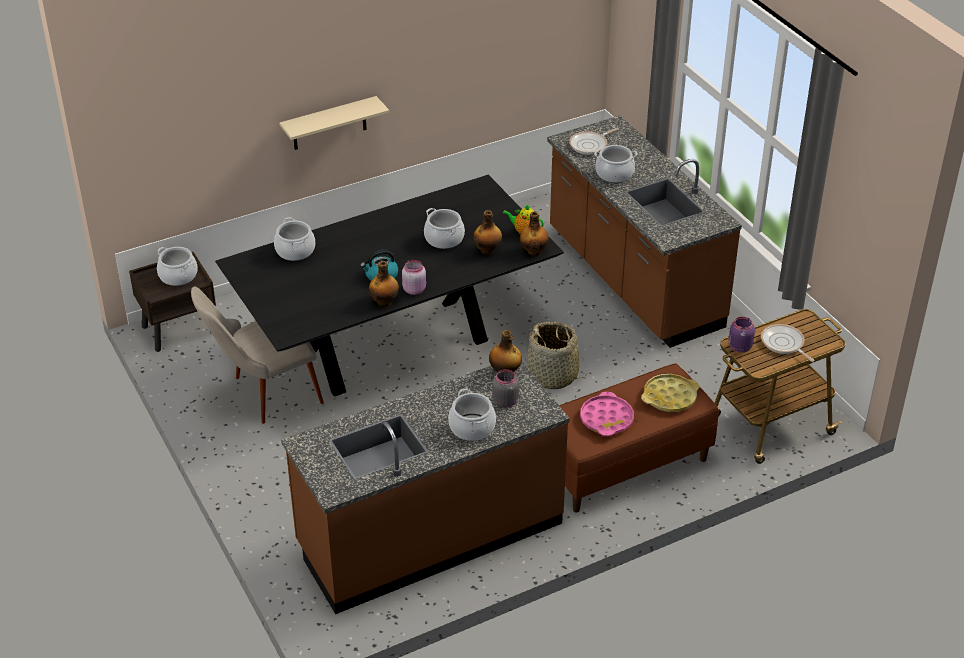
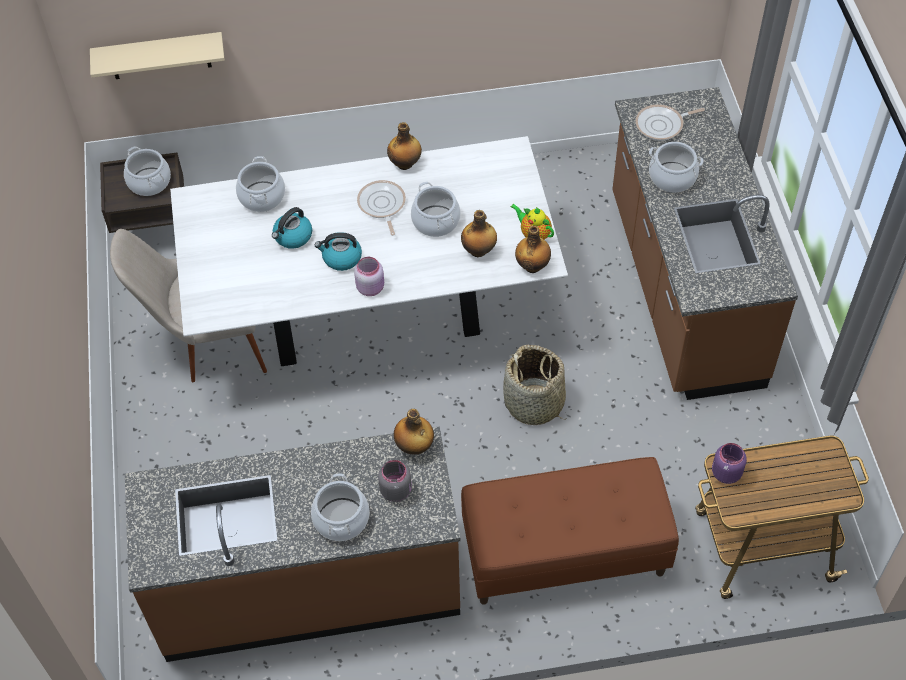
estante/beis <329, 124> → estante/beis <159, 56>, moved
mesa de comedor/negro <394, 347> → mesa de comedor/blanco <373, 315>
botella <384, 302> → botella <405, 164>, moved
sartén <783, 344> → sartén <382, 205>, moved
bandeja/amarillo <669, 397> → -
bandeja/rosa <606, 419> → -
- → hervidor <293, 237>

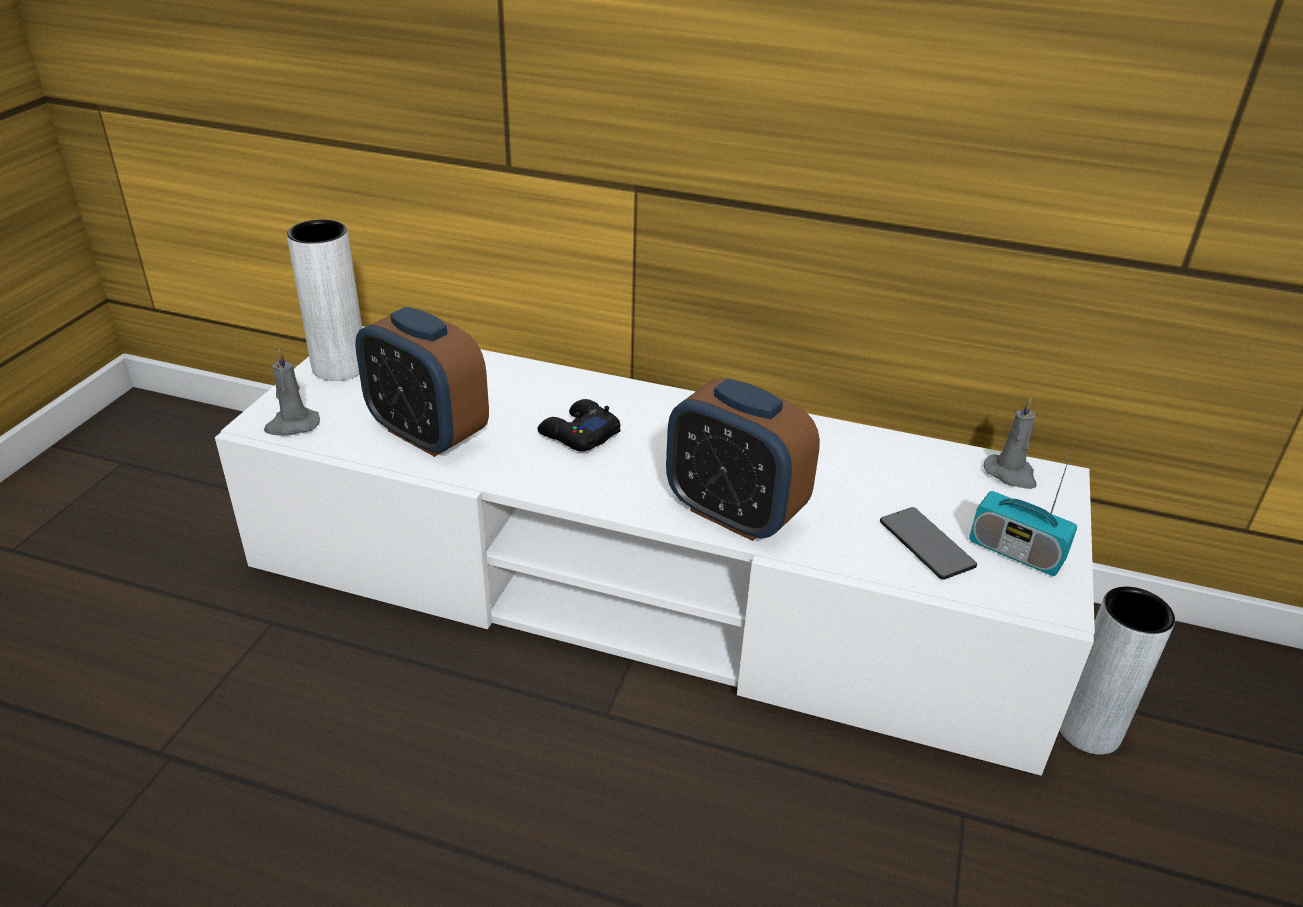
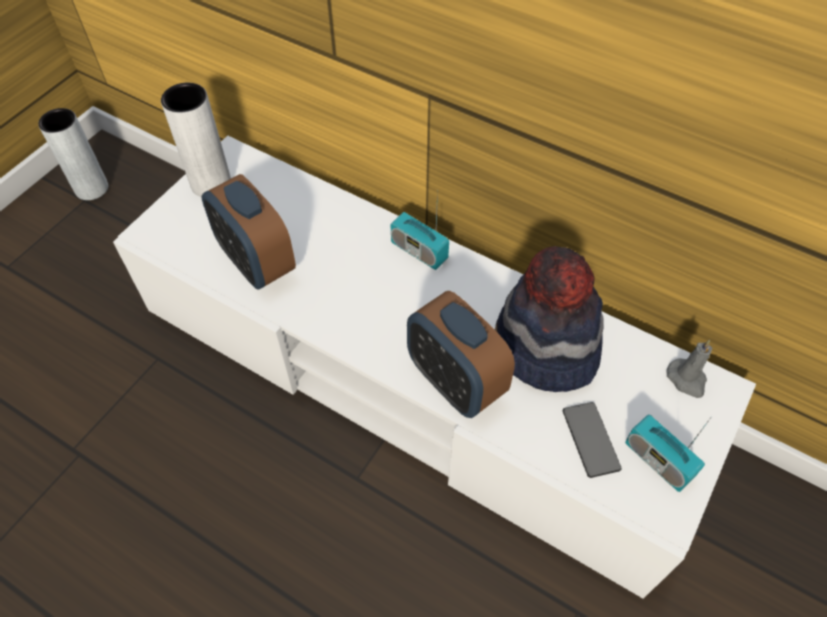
vela/gris <292, 425> → -
mando de consola/negro <578, 434> → -
florero/gris <1088, 730> → florero/gris <91, 188>, moved
- → radio <419, 251>
- → sombrero <544, 349>

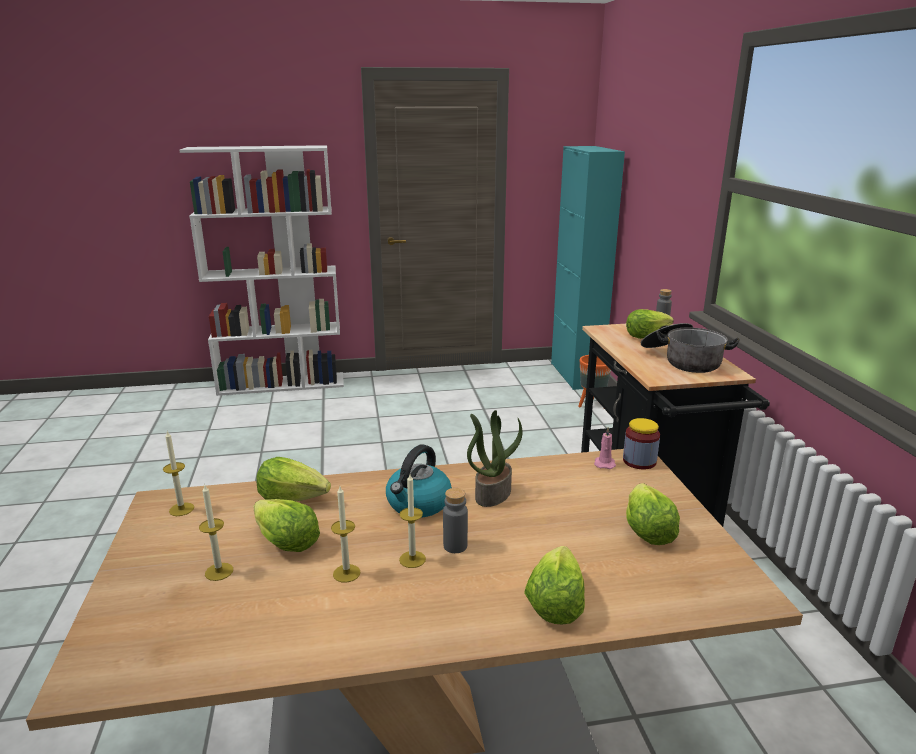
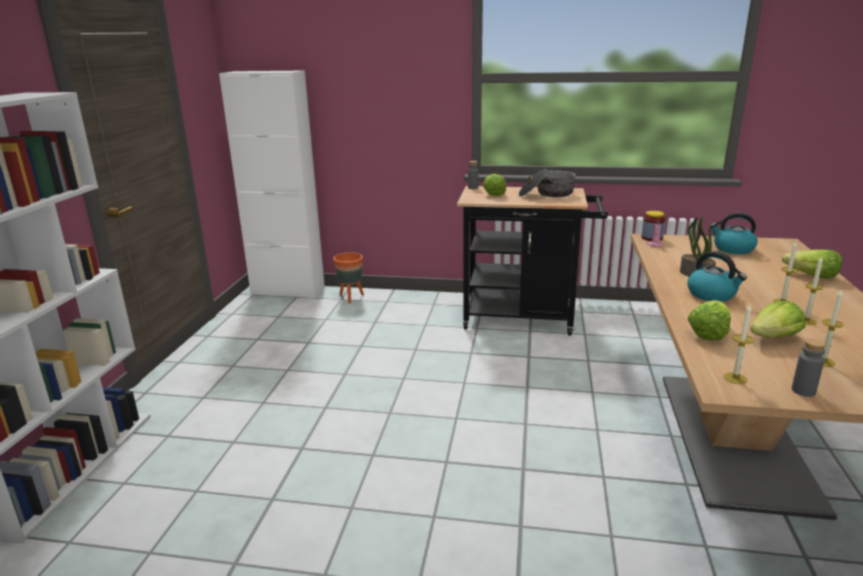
armario/turquesa <576, 375> → armario/blanco <288, 291>
lechuga <647, 530> → hervidor <732, 249>
botella/gris <455, 546> → botella/gris <803, 391>, moved

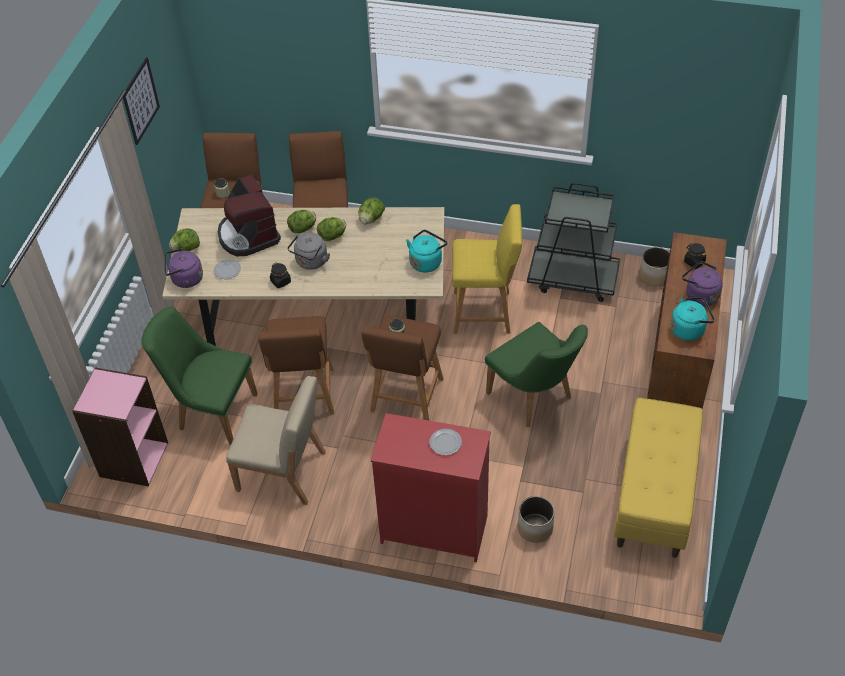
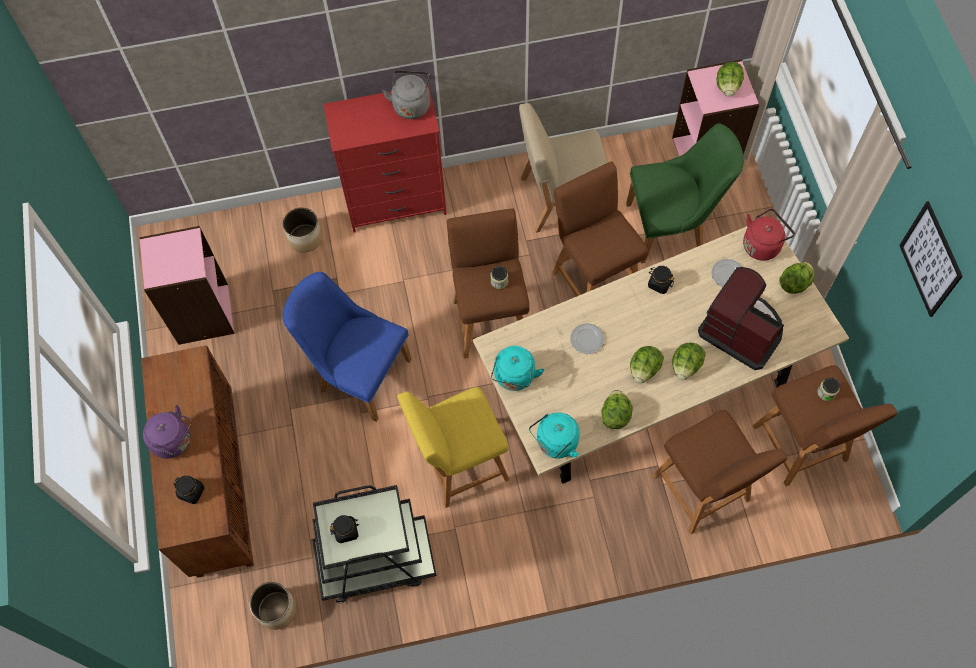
hervidor/gris <310, 262> → hervidor/gris <411, 104>, moved
hervidor/morado <185, 279> → hervidor/rojo <762, 244>
hervidor/turquesa <689, 329> → hervidor/turquesa <555, 443>, moved
silla/verde <535, 399> → silla/azul <356, 373>
banco/amarillo <655, 496> → estantería/rosa <202, 314>
plato <445, 443> → plato <586, 339>, moved
- → lechuga <727, 87>
- → tarro/negro <346, 531>

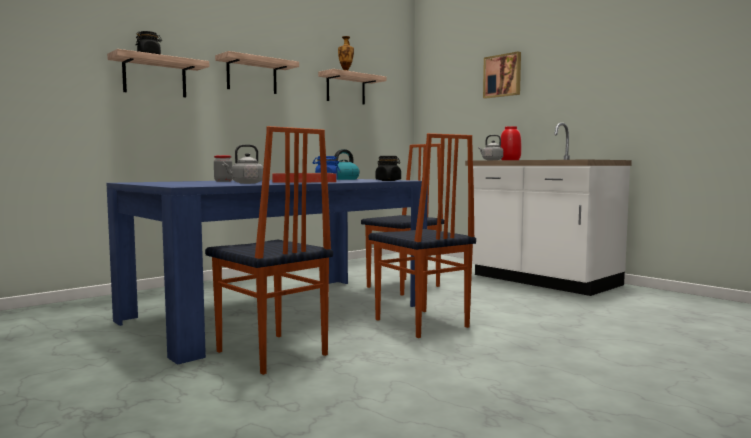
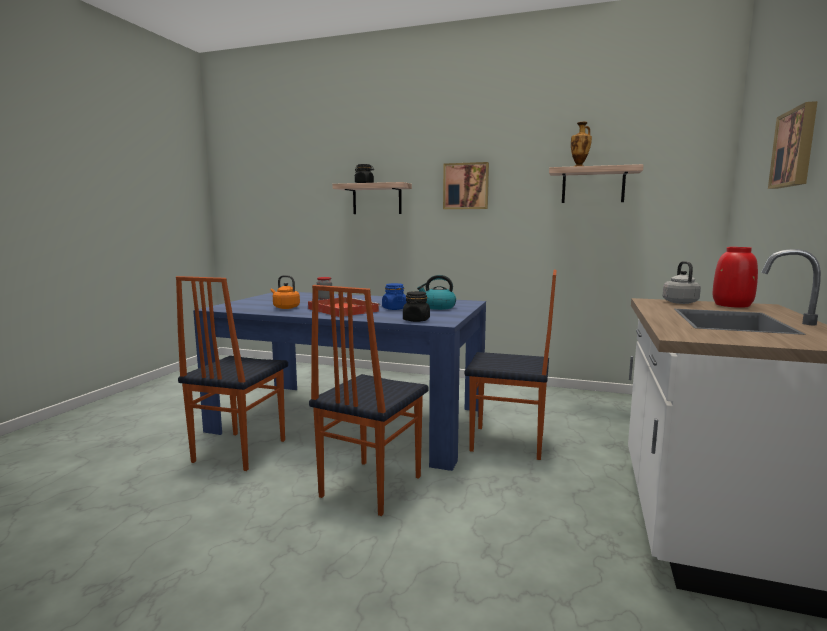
estante <252, 76> → cuadro <466, 186>
hervidor/gris <246, 183> → hervidor/naranja <285, 307>

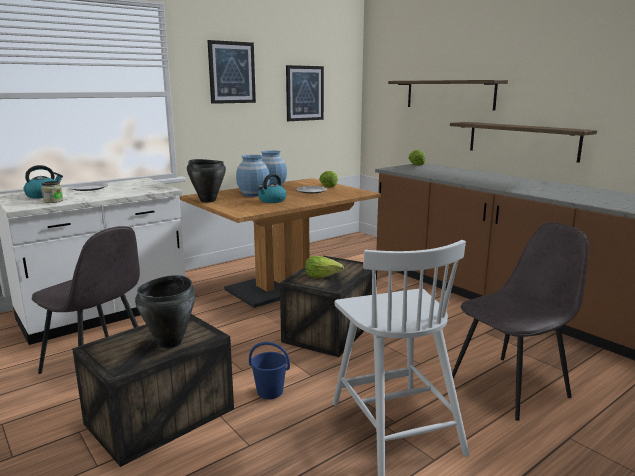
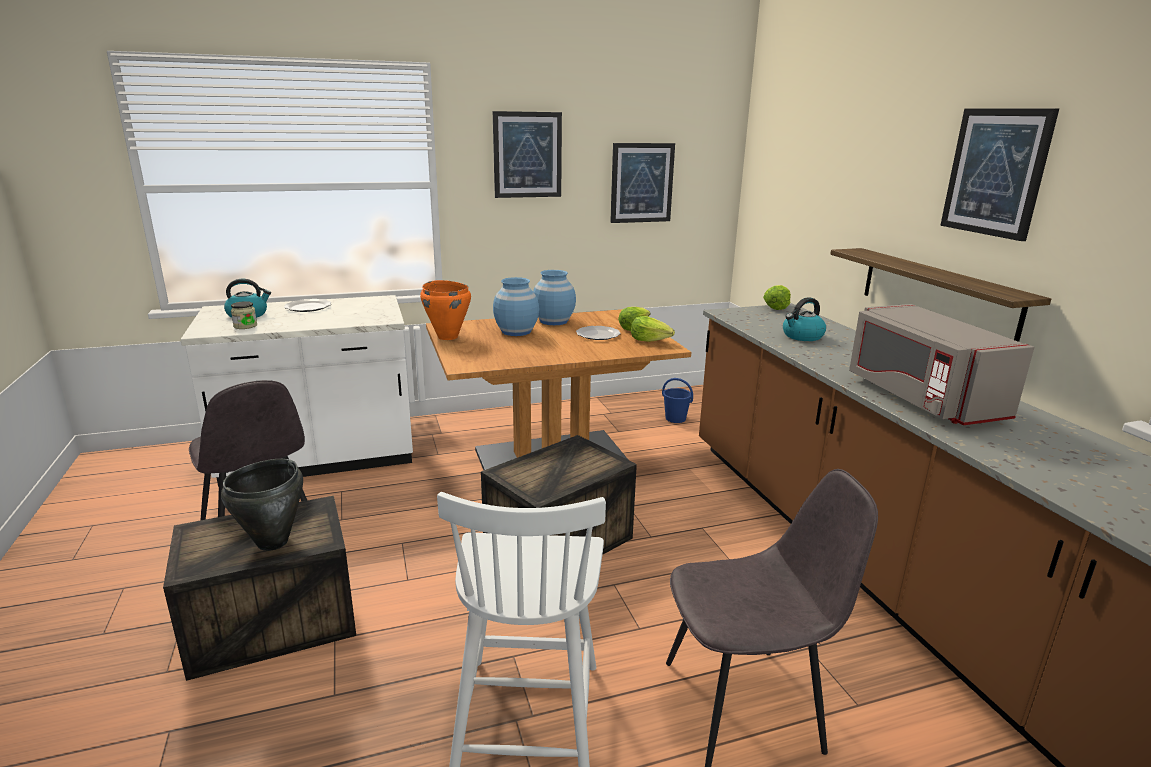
estante <449, 94> → -
olla/negro <208, 200> → olla/naranja <448, 337>
hervidor <272, 200> → hervidor <802, 336>, moved
lechuga <322, 276> → lechuga <650, 340>, moved
cubo/azul <270, 392> → cubo/azul <676, 419>, moved
- → cuadro <996, 172>
- → microondas/gris <921, 397>

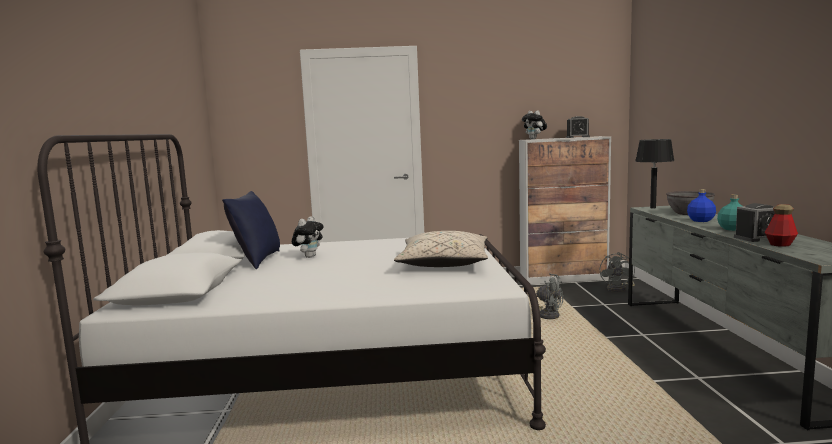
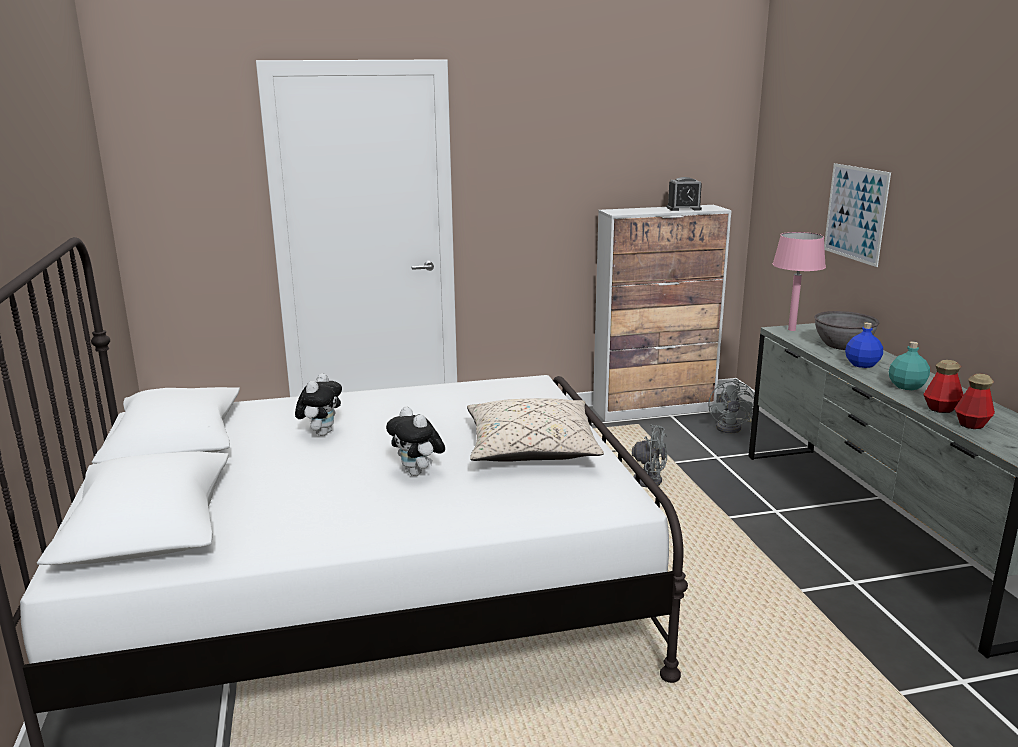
peluche <534, 139> → peluche <418, 473>, moved
lámpara de mesa/negro <653, 208> → lámpara de mesa/rosa <792, 329>
cojín/azul <256, 261> → -
despertador <757, 238> → botella <941, 409>
- → cuadro <855, 213>

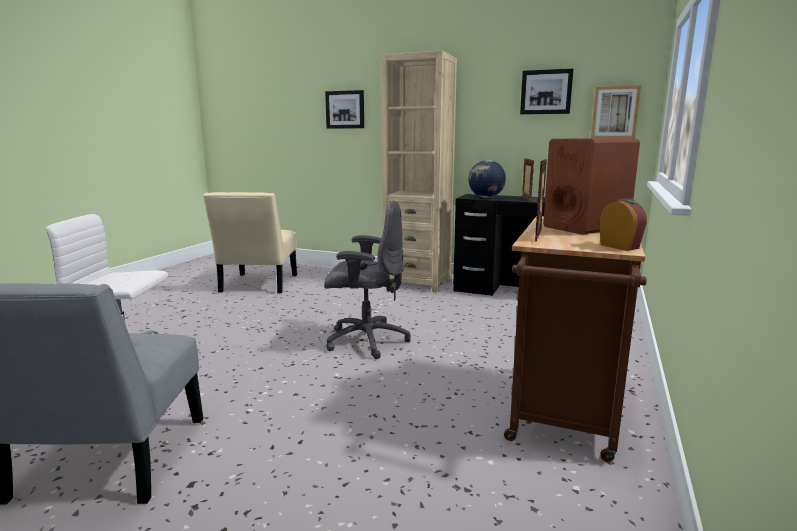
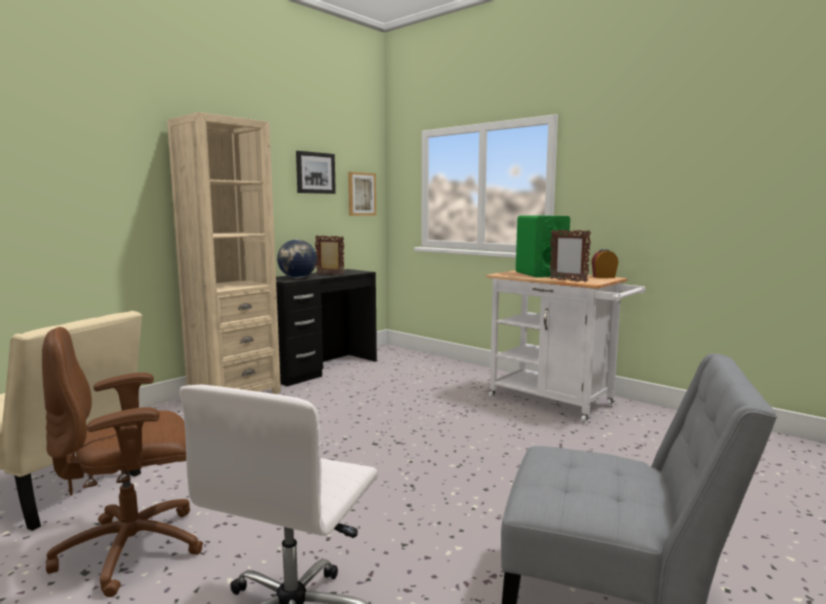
cuadro <345, 109> → -
altavoz/marrón <586, 227> → altavoz/verde <540, 274>
silla de oficina/gris <366, 340> → -
carrito/marrón <564, 416> → carrito/blanco <557, 403>
- → silla de oficina/marrón <134, 549>

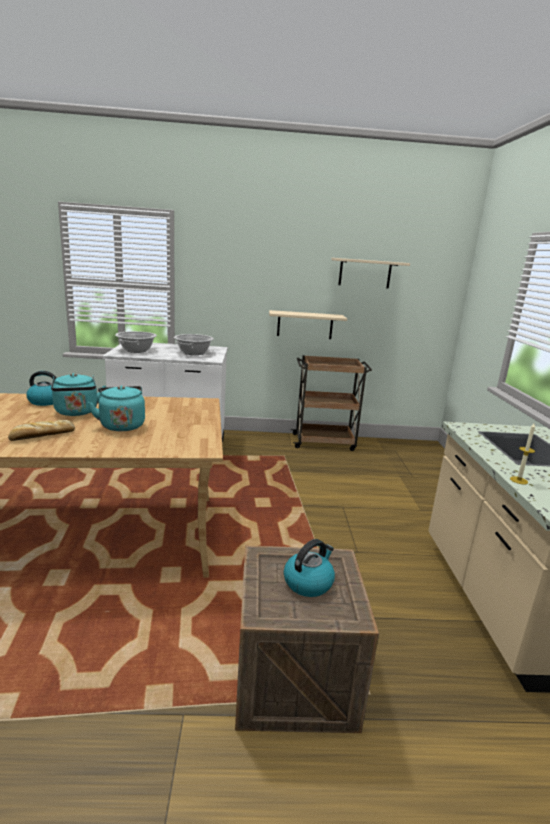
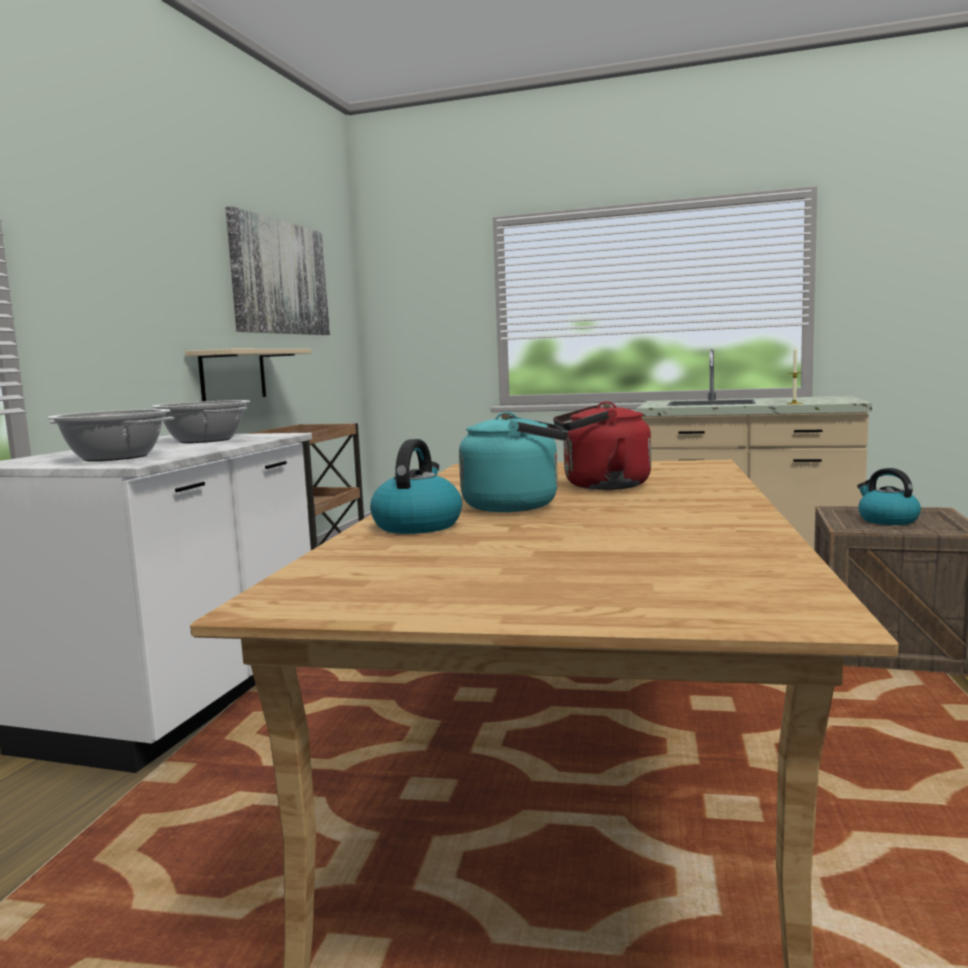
estante/beis <365, 273> → cuadro <280, 278>
hervidor/turquesa <121, 425> → hervidor/rojo <601, 486>
pan <41, 435> → -

